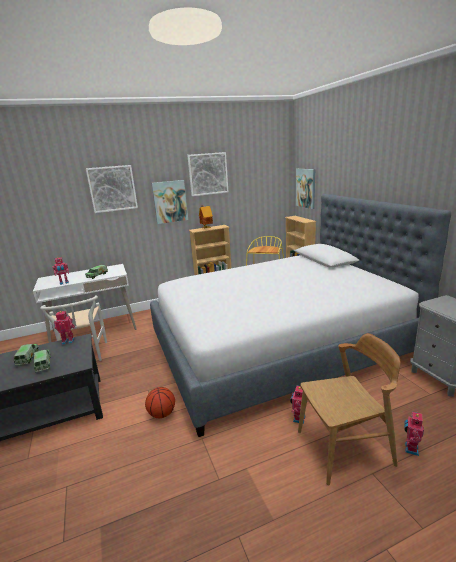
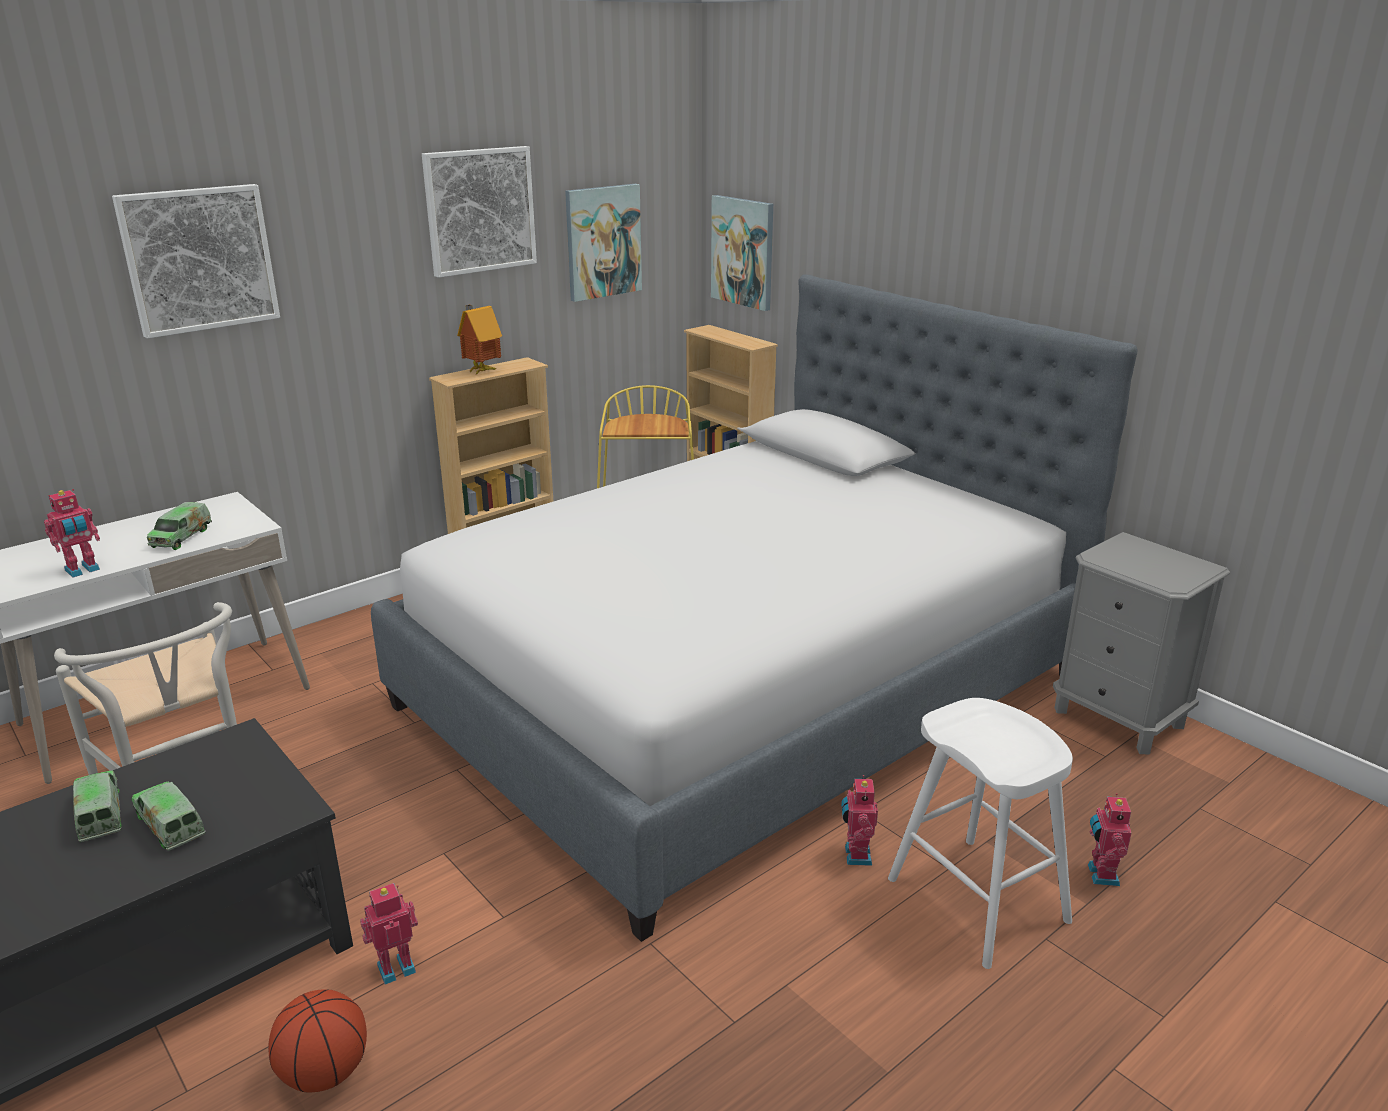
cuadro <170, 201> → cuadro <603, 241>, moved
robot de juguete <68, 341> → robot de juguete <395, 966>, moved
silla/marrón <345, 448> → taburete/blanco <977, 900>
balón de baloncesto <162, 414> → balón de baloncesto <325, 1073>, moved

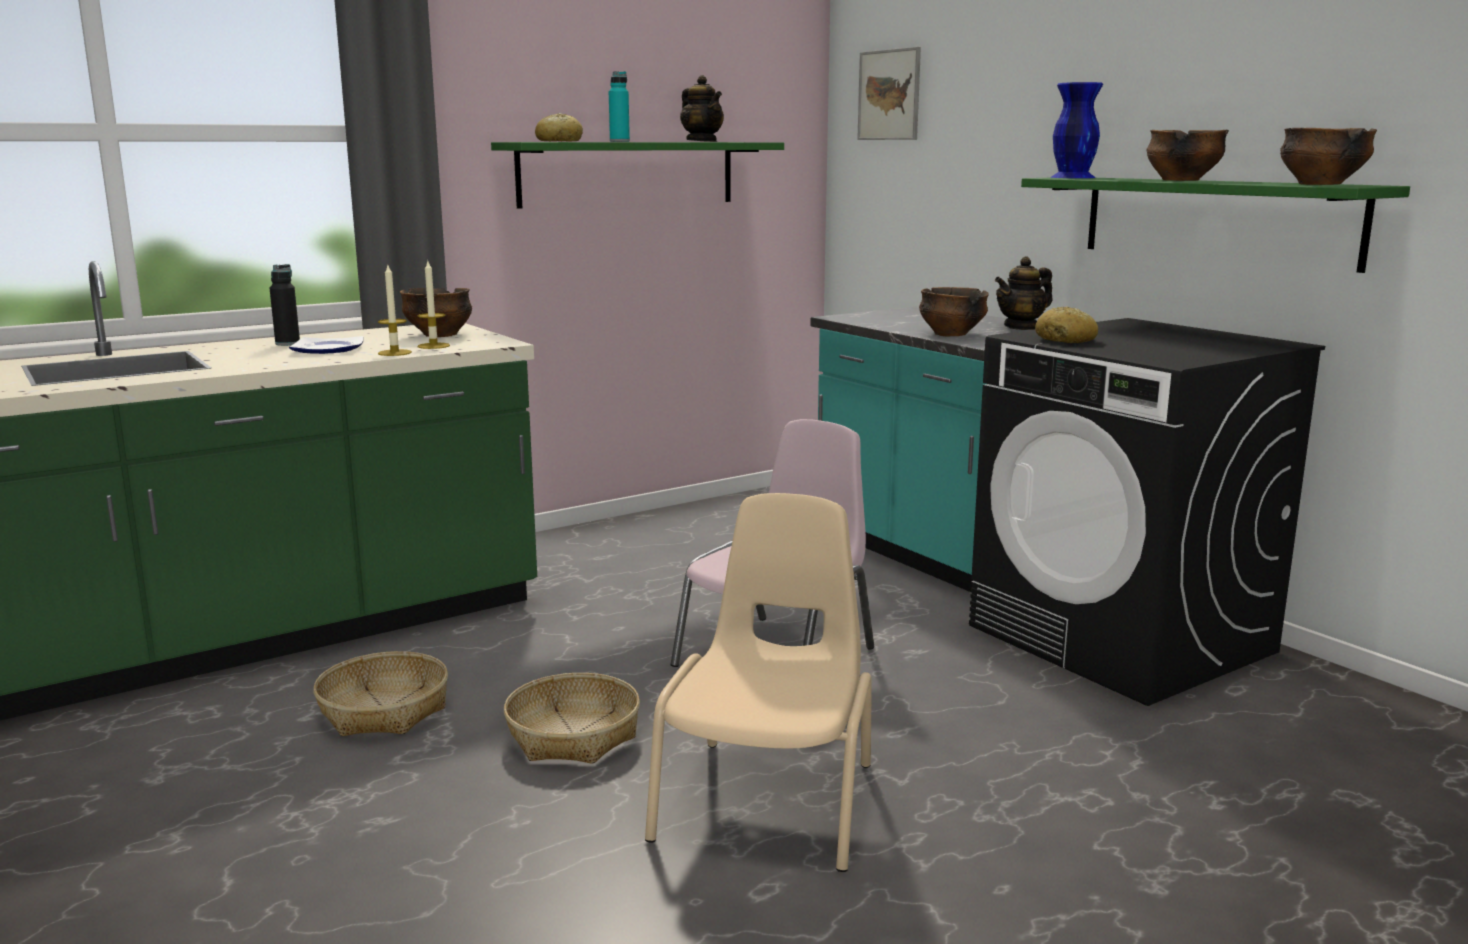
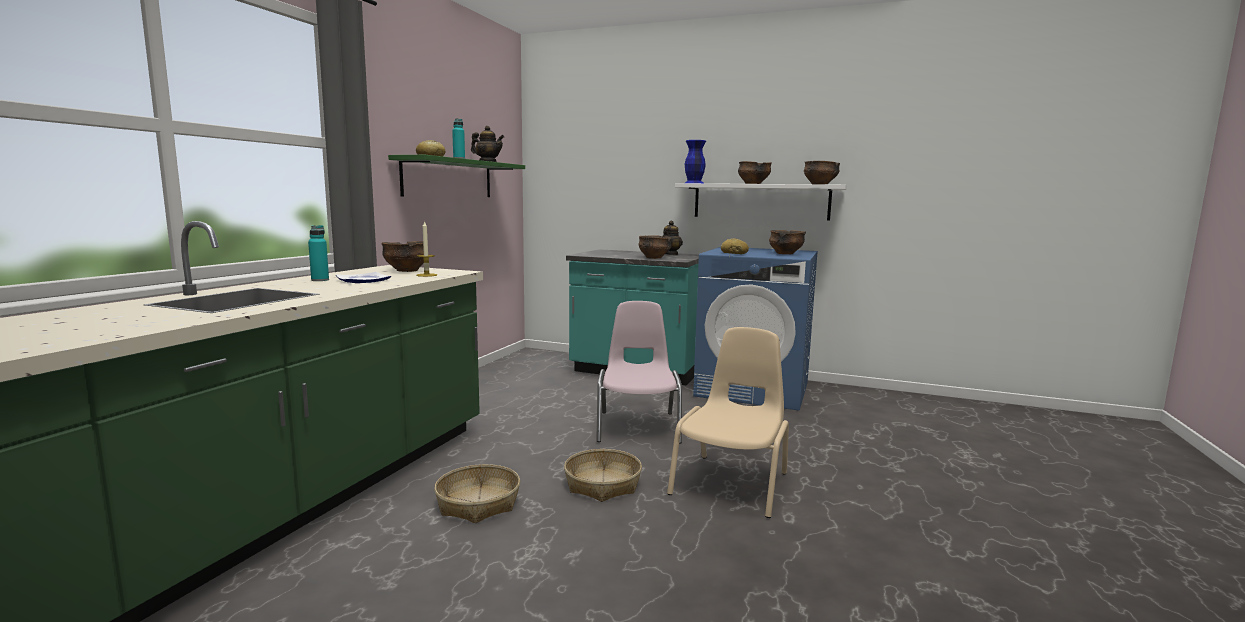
cuadro <889, 95> → -
estante/verde <1216, 220> → estante/blanco <760, 201>
botella/negro <287, 344> → botella/turquesa <320, 280>
vela <394, 353> → -
lavadora/negro <1122, 639> → lavadora/azul <753, 389>
silla/beis <770, 800> → silla/beis <732, 483>, 45 degrees clockwise
- → cuenco <785, 254>

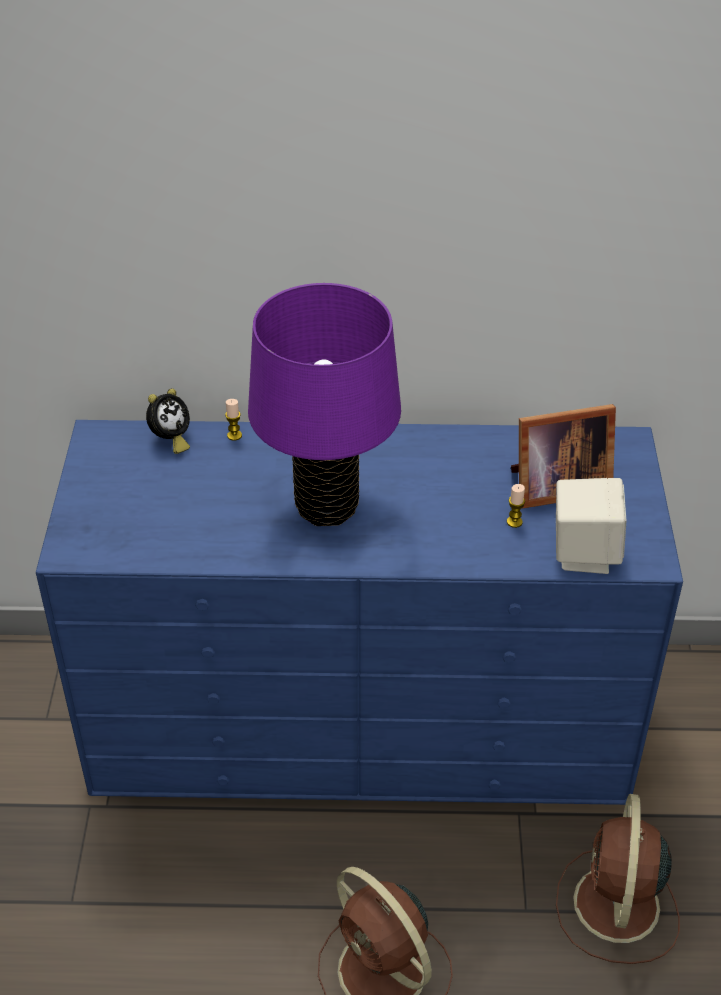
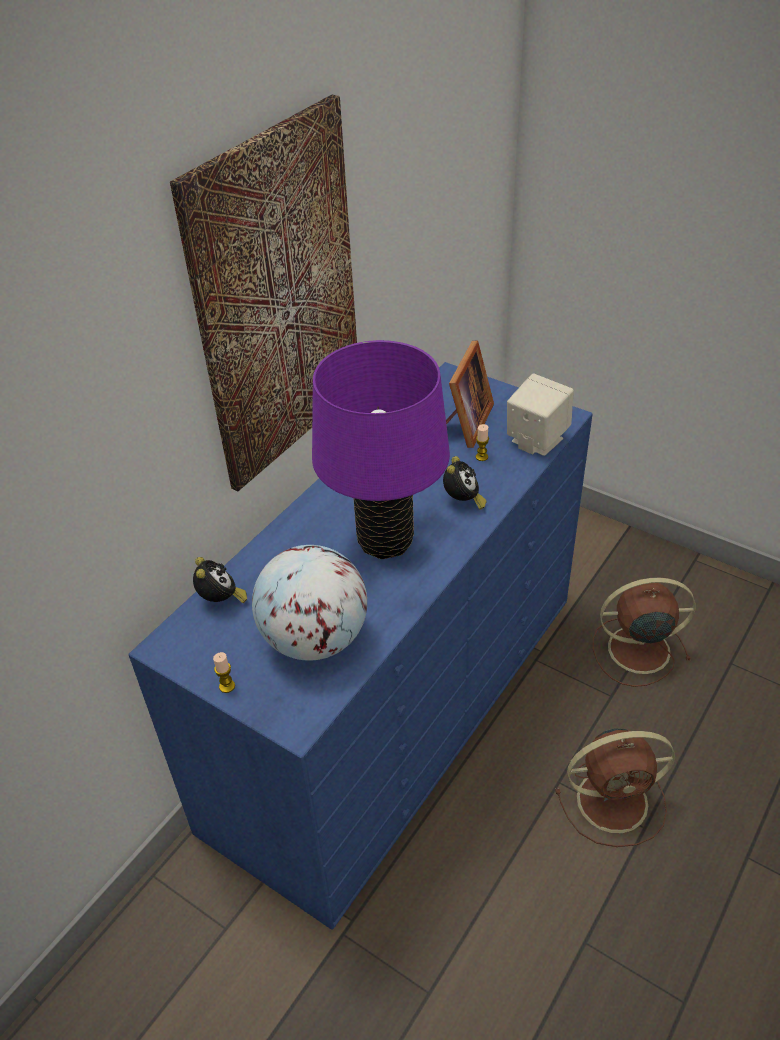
vela <234, 435> → vela <227, 686>, moved
ventilador/marrón <616, 907> → ventilador/marrón <635, 650>, 135 degrees clockwise
- → cuadro <277, 301>
- → despertador <463, 501>
- → globo terráqueo <314, 639>

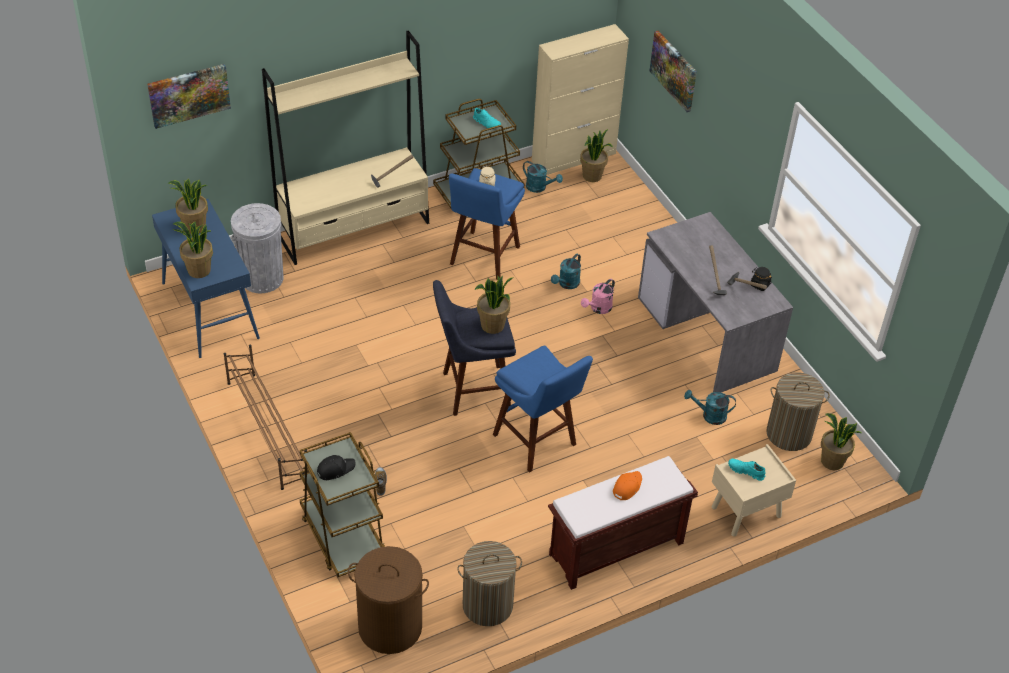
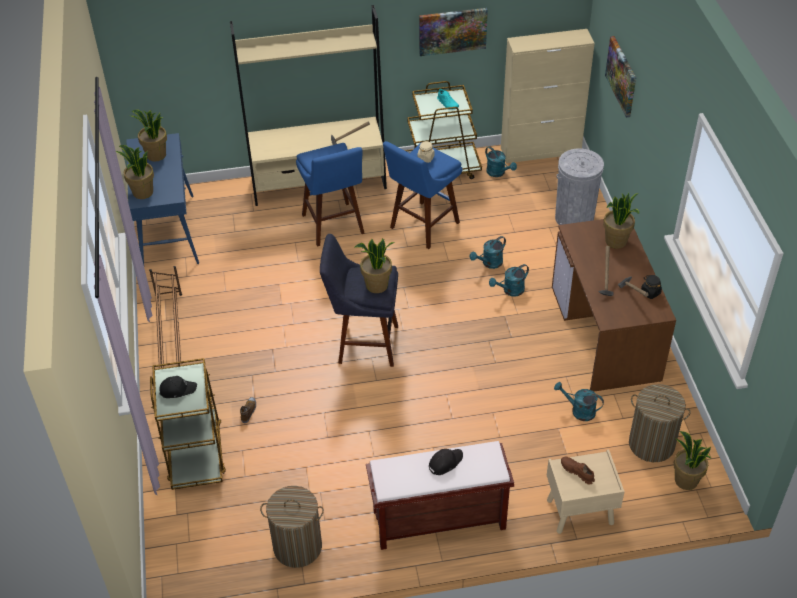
cuadro <189, 95> → cuadro <452, 31>, moved
planta en maceta <592, 176> → planta en maceta <616, 241>, moved
papelera/gris <262, 278> → papelera/gris <574, 218>, moved
escritorio/gris <707, 334> → escritorio/marrón <606, 333>
regadera/rosa <598, 309> → regadera/turquesa <510, 291>
taburete/azul <537, 443> → taburete/azul <334, 227>, moved
zapato/turquesa <746, 471> → zapato/marrón <577, 472>
gorra/naranja <627, 487> → gorra/negro <445, 462>
cesto de la ropa/marrón <390, 627> → -

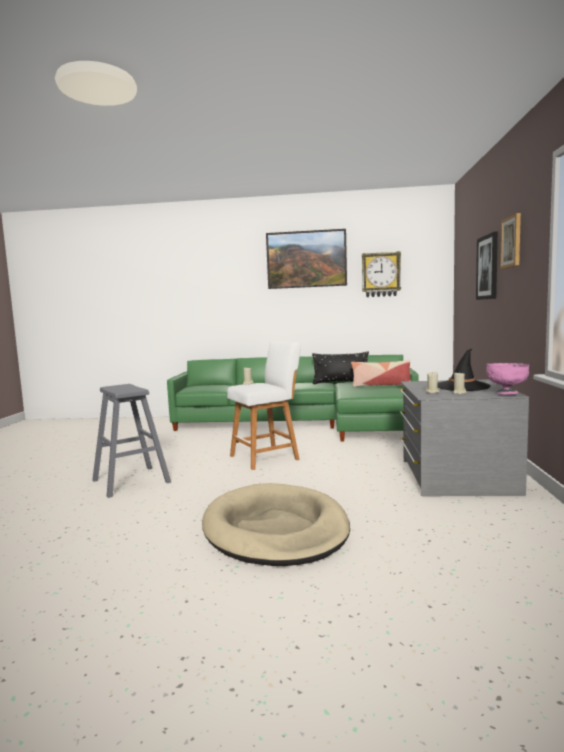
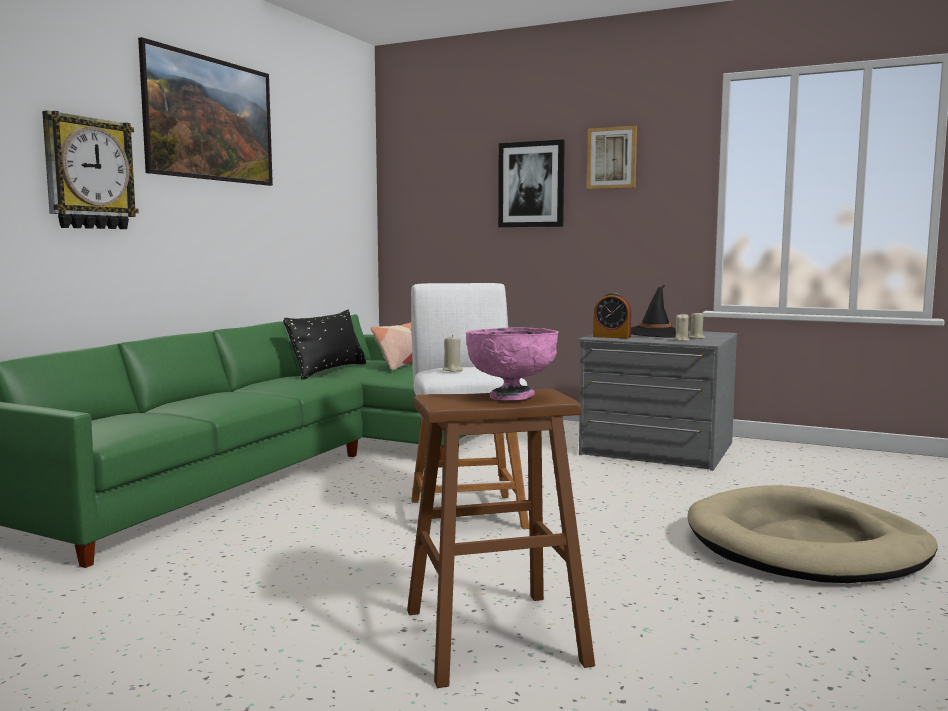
reloj de pared <381, 274> → reloj de pared <89, 173>, moved
cuenco/rosa <507, 393> → cuenco/rosa <511, 397>, moved
taburete/gris <131, 481> → taburete/marrón <493, 637>
- → despertador <611, 337>

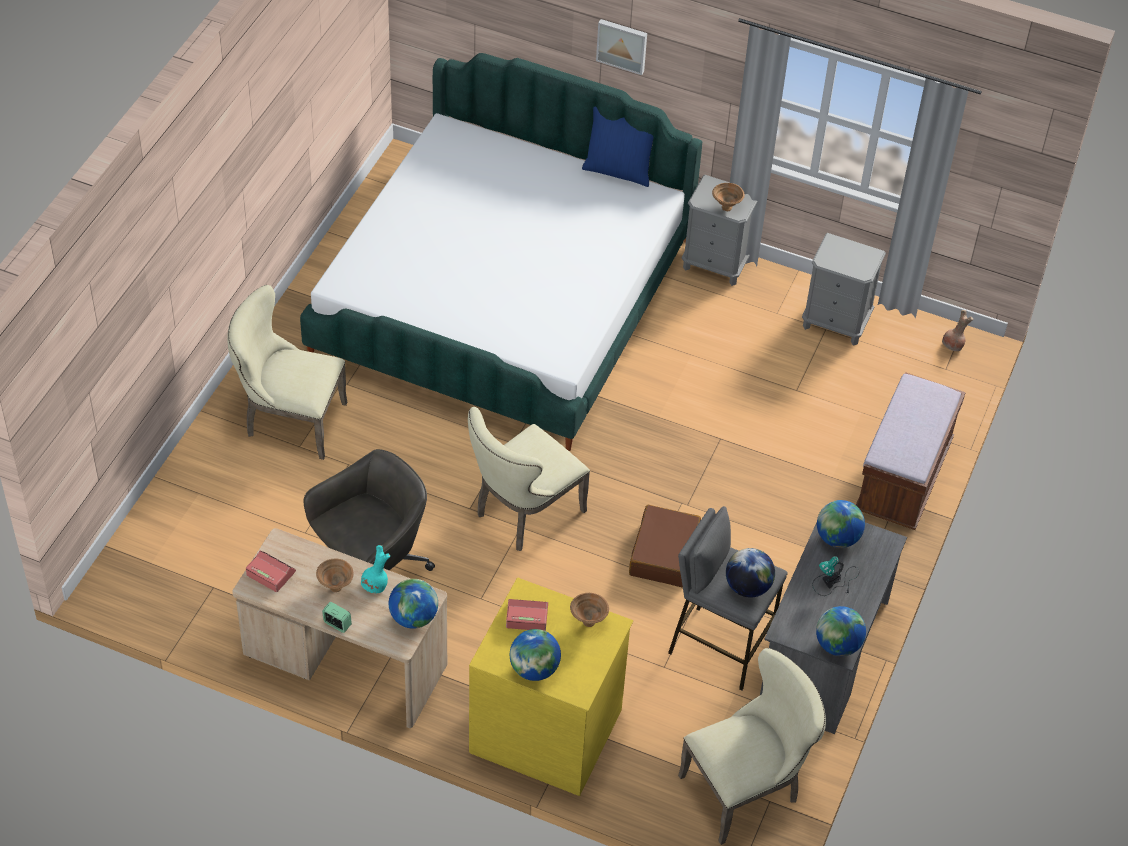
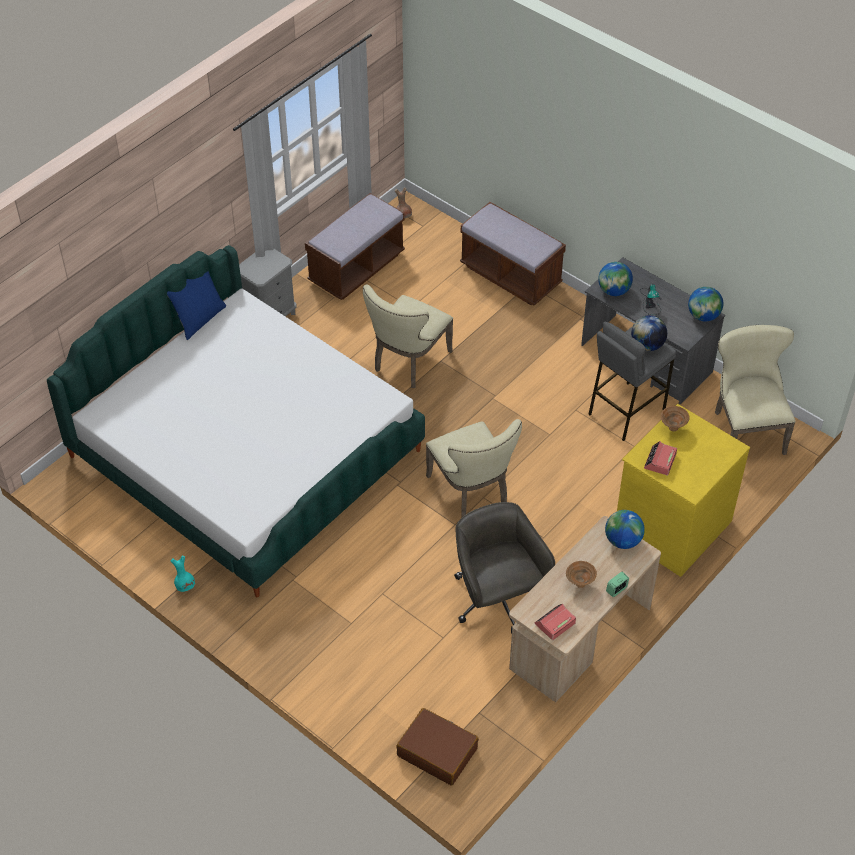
cuadro <622, 45> → -
cuenco/marrón <726, 207> → -
mesita de noche/gris <836, 323> → banco/marrón <356, 268>
silla/beis <289, 420> → silla/beis <408, 363>, moved
maleta/marrón <664, 554> → maleta/marrón <437, 751>, moved
florero/turquesa <375, 586> → florero/turquesa <185, 585>, moved
globo terráqueo <534, 669> → -

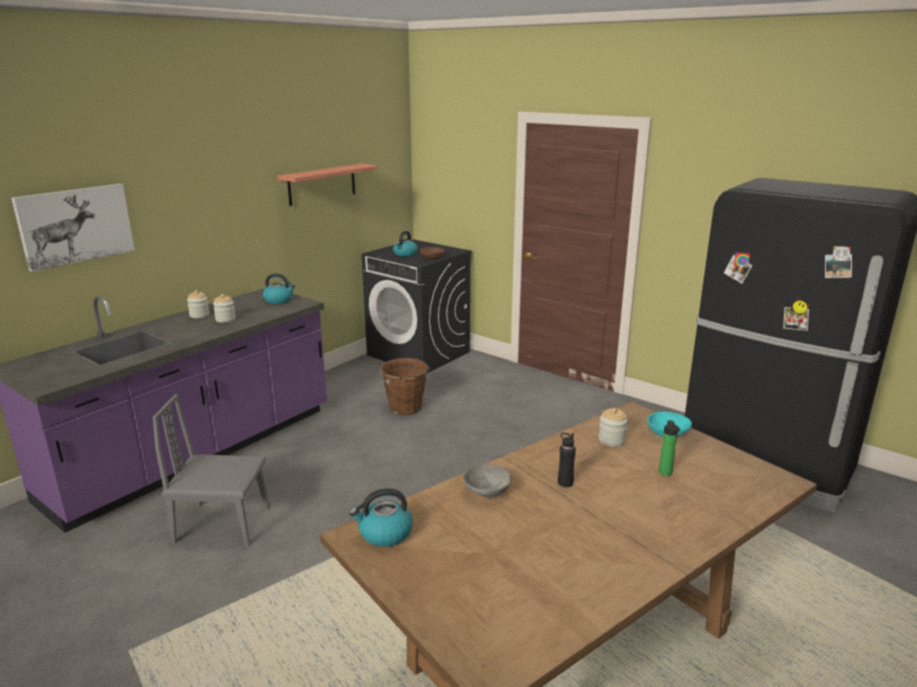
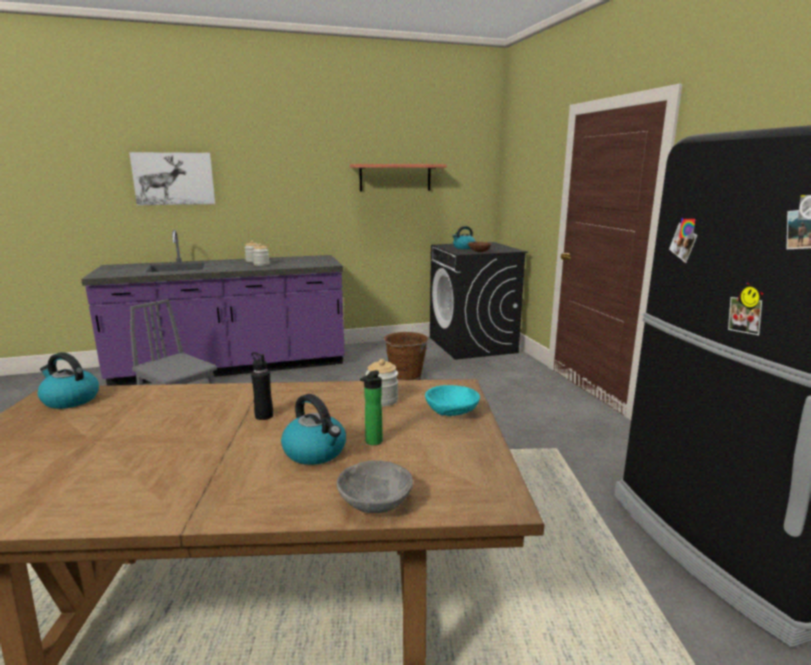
hervidor <279, 300> → hervidor <316, 452>, moved
cuenco/gris <486, 492> → cuenco/gris <374, 504>, moved

